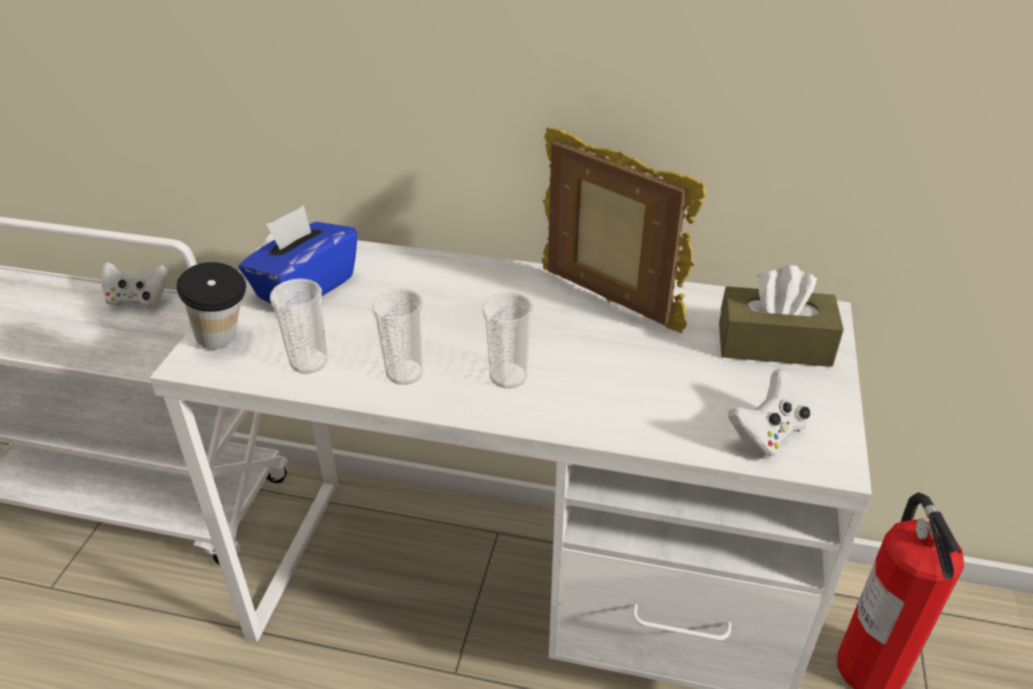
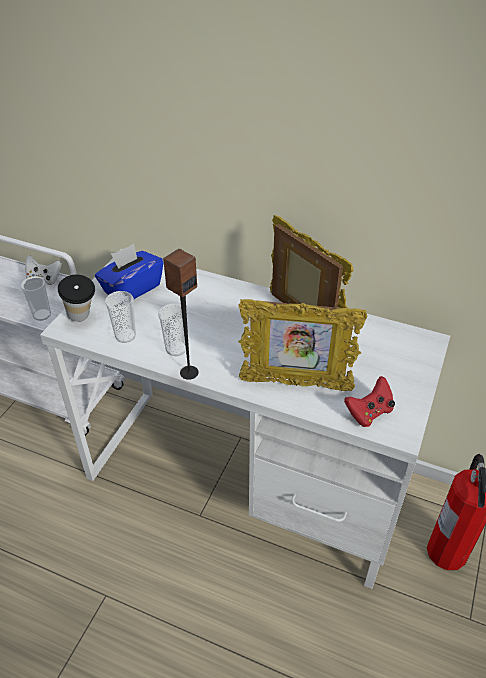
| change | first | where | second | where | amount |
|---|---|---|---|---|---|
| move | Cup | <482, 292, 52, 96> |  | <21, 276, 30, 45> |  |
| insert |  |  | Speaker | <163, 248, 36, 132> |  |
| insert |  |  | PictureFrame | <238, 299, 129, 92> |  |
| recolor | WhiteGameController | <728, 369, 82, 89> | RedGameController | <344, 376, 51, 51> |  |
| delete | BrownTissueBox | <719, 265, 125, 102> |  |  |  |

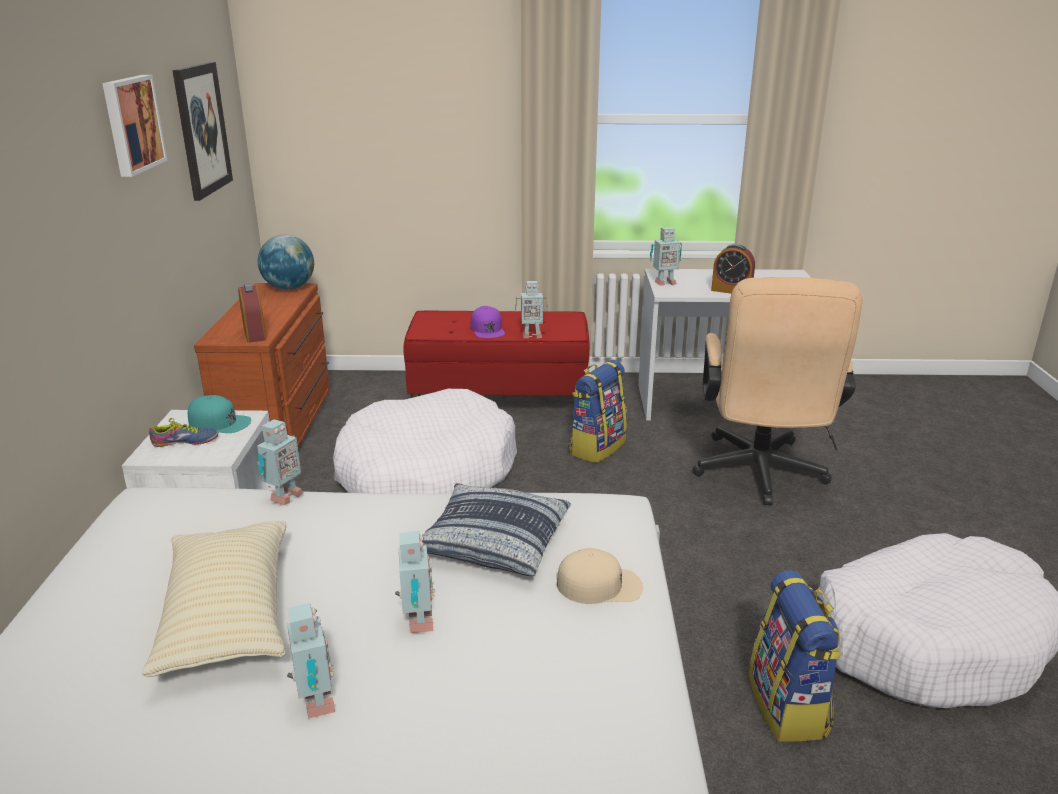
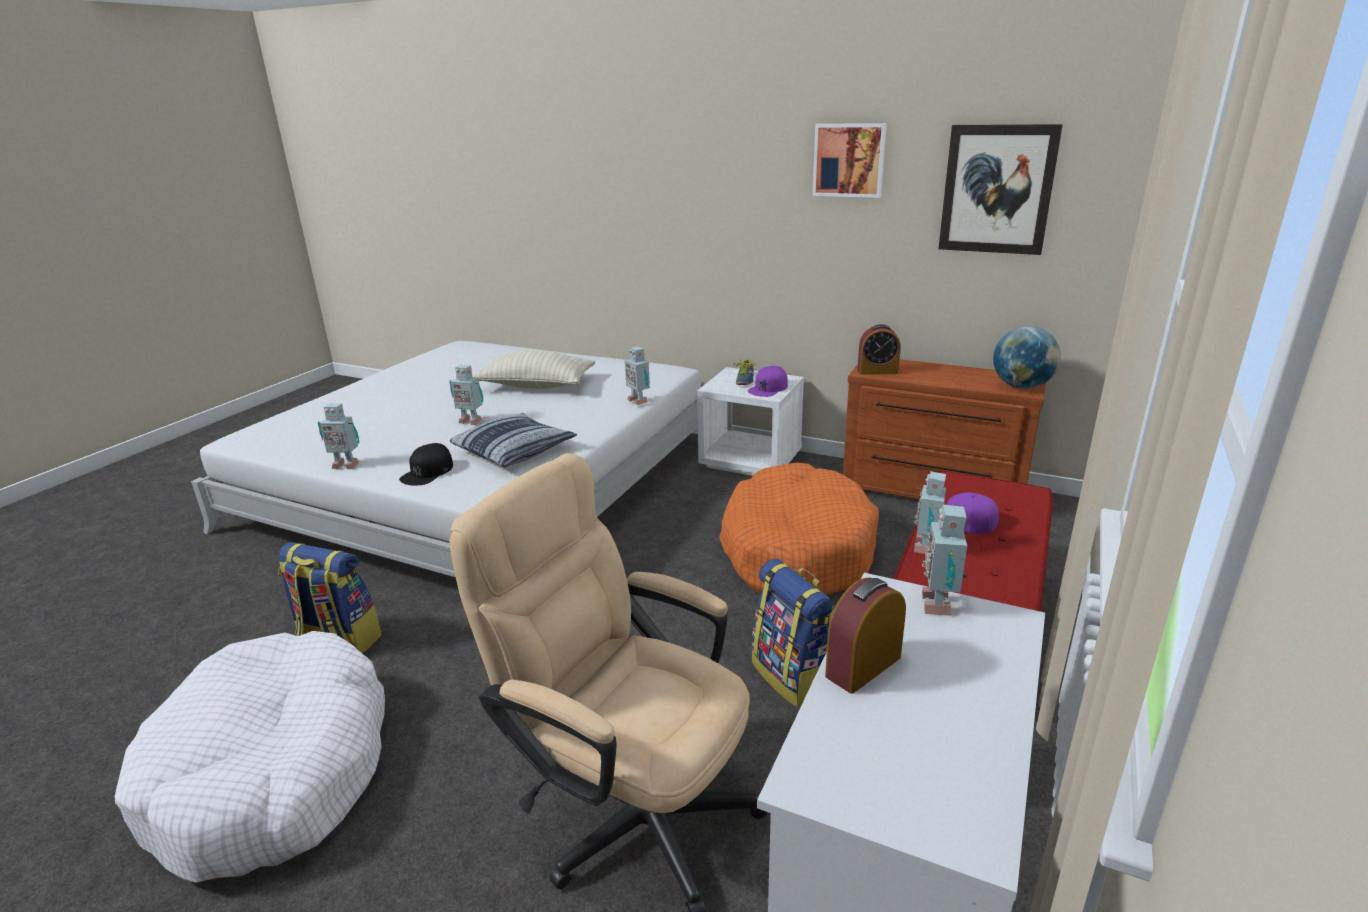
| change | first | where | second | where | amount |
|---|---|---|---|---|---|
| move | ToyRobot | <287, 603, 48, 116> |  | <318, 403, 41, 66> |  |
| recolor | BeigeCap | <557, 548, 86, 56> | BlackCap | <399, 443, 54, 42> |  |
| recolor | WhiteDogBed | <333, 389, 184, 105> | OrangeDogBed | <719, 462, 160, 133> |  |
| recolor | TurquoiseCap | <188, 395, 63, 38> | PurpleCap | <747, 366, 41, 31> |  |

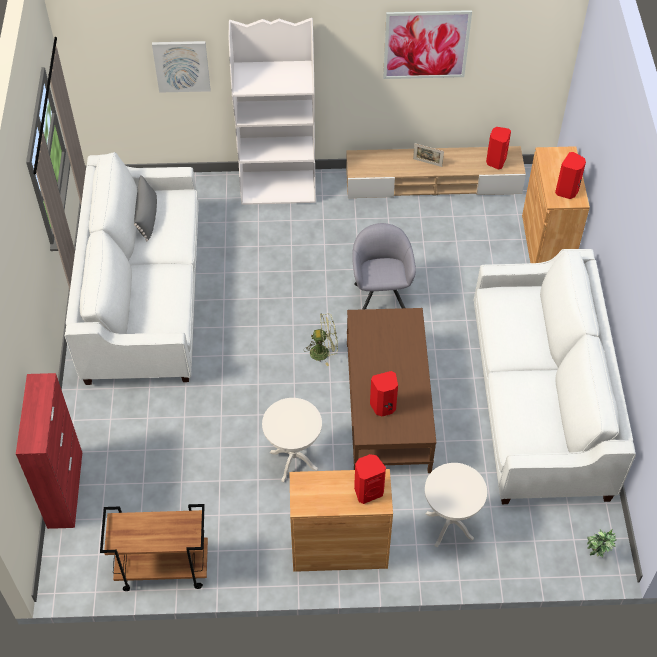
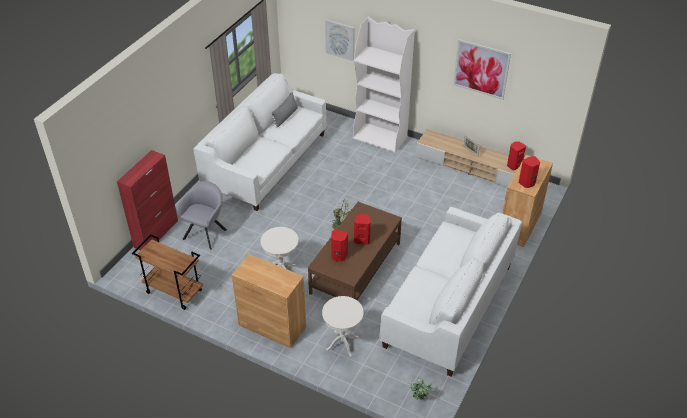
| change | first | where | second | where | amount |
|---|---|---|---|---|---|
| move | GreyArmchair | <352, 223, 64, 86> |  | <177, 181, 50, 69> |  |
| move | RedSpeaker | <354, 454, 32, 50> |  | <354, 214, 17, 31> |  |

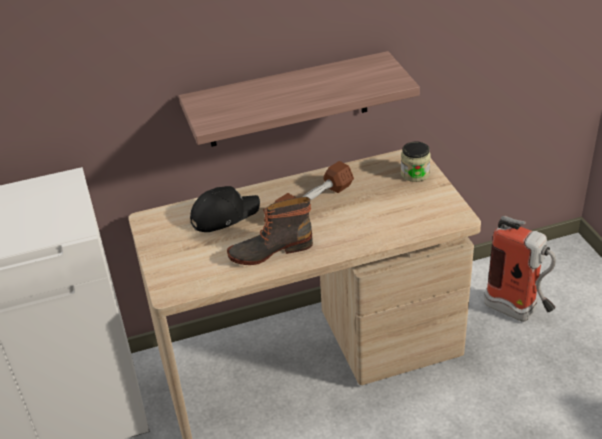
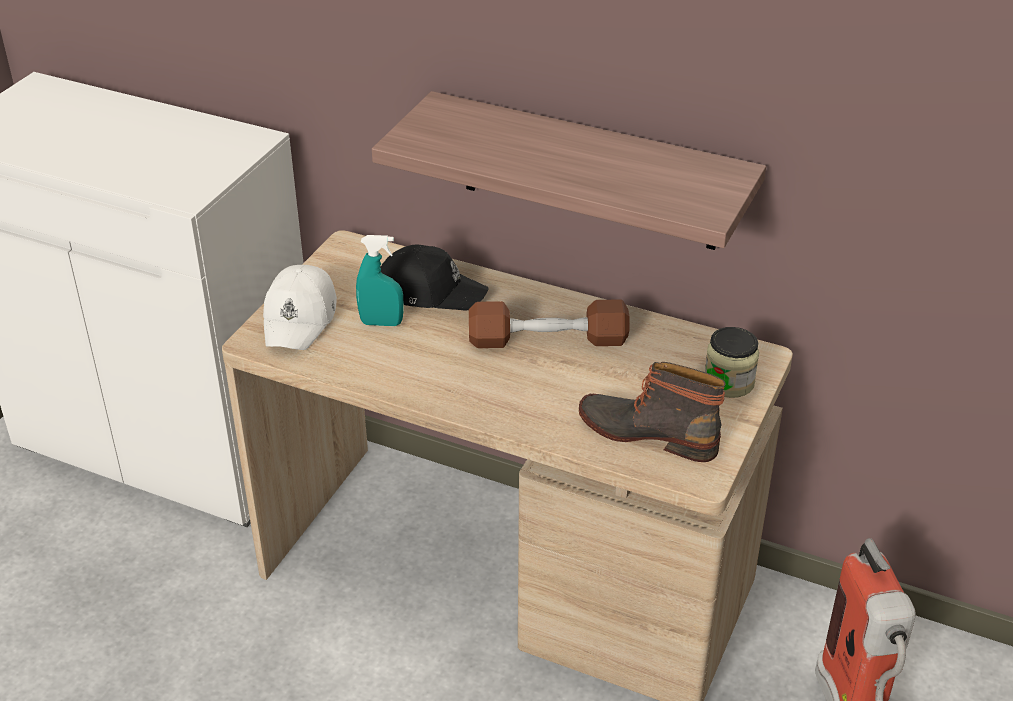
| change | first | where | second | where | amount |
|---|---|---|---|---|---|
| insert |  |  | WhiteCap | <263, 265, 74, 85> |  |
| insert |  |  | TurquoiseSprayBottle | <356, 235, 48, 91> |  |
| move | Boot | <227, 197, 86, 68> |  | <579, 362, 146, 100> |  |

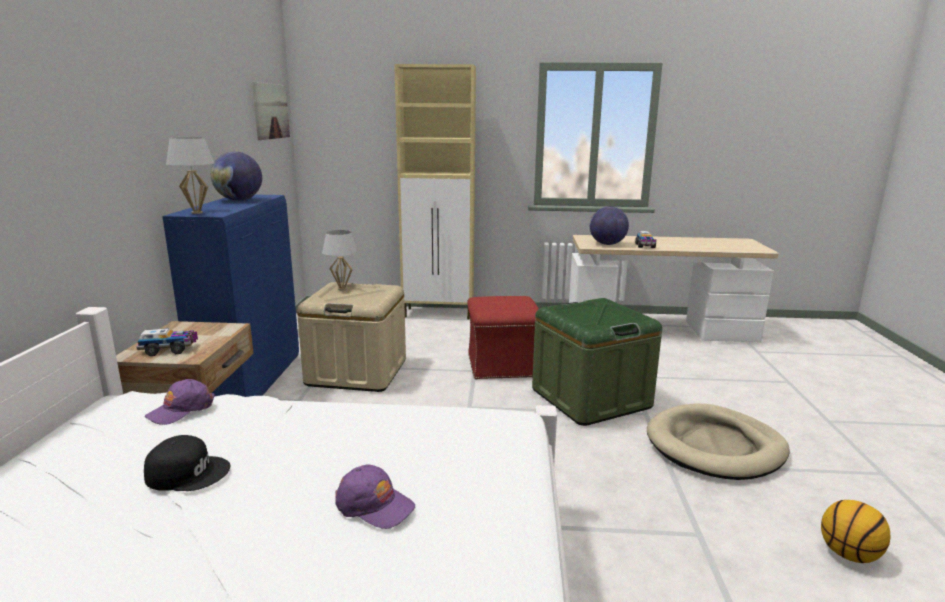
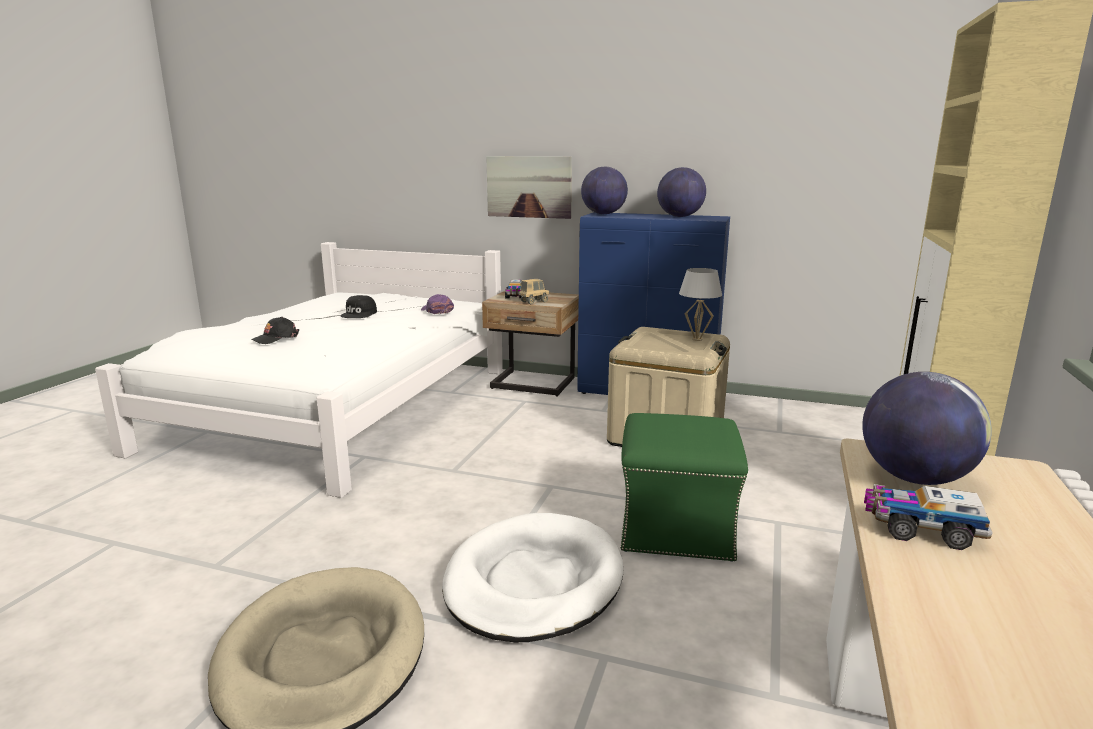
| change | first | where | second | where | amount |
|---|---|---|---|---|---|
| recolor | PurpleCap | <335, 464, 80, 65> | BlackCap | <251, 317, 48, 27> |  |
| replace | GreenStorageBox | <532, 298, 130, 128> | WhiteDogBed | <442, 513, 182, 129> |  |
| move | Picture | <252, 82, 38, 58> |  | <486, 156, 86, 63> |  |
| insert |  |  | ToyTruck | <519, 279, 31, 25> |  |
| replace | WhiteTableLamp | <166, 137, 48, 77> | Globe | <581, 167, 47, 47> |  |
| recolor | RedOttoman | <467, 296, 72, 83> | GreenOttoman | <620, 413, 128, 149> |  |
| delete | Basketball | <821, 500, 69, 63> |  |  |  |

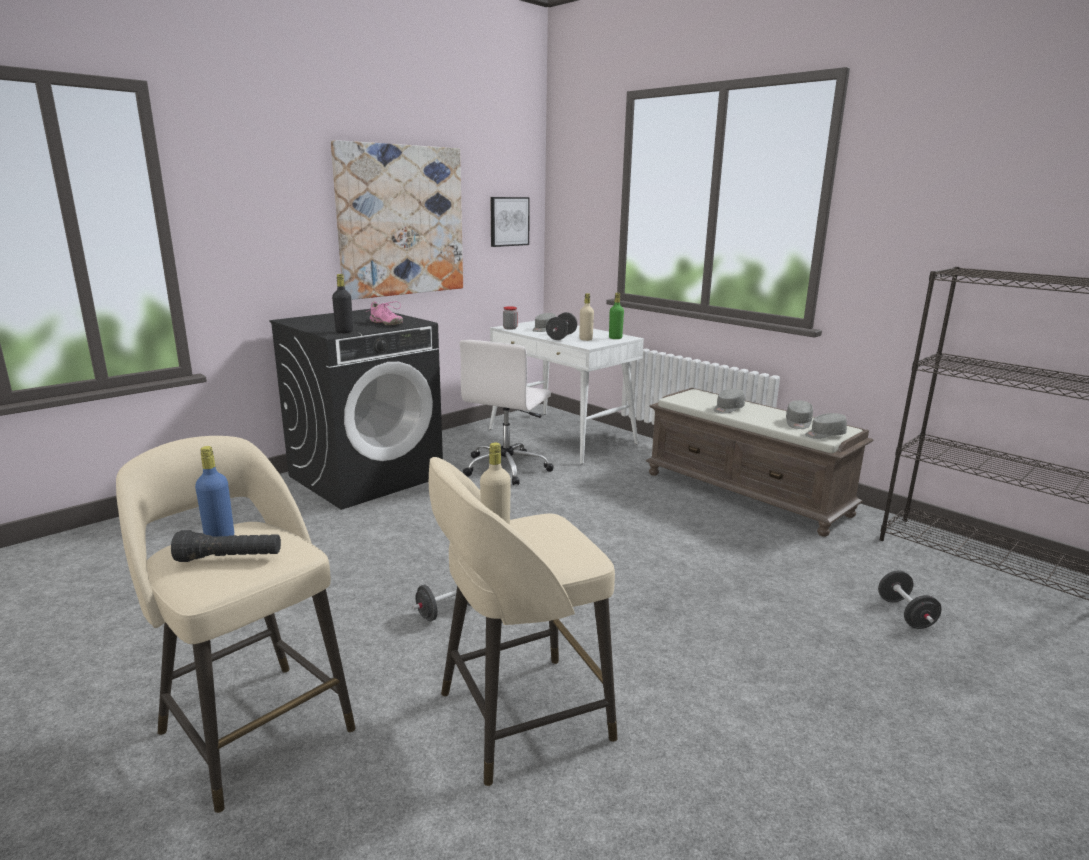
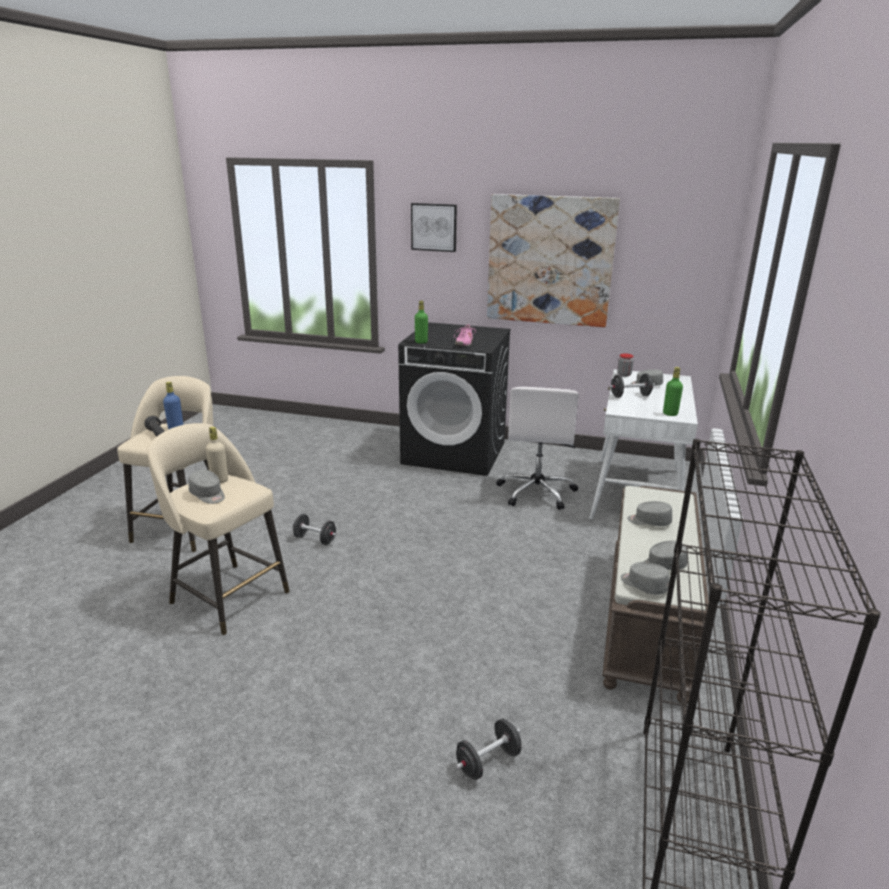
| change | first | where | second | where | amount |
|---|---|---|---|---|---|
| insert |  |  | GreyCap | <189, 470, 36, 34> |  |
| move | Picture | <490, 197, 40, 50> |  | <411, 203, 46, 49> |  |
| recolor | BlackBottle | <332, 274, 21, 59> | GreenBottle | <415, 301, 13, 43> |  |
| rotate | WhiteOfficeChair | <460, 340, 94, 145> |  | <496, 387, 82, 123> | 75 degrees counterclockwise |
| delete | BeigeBottle | <579, 293, 15, 48> |  |  |  |

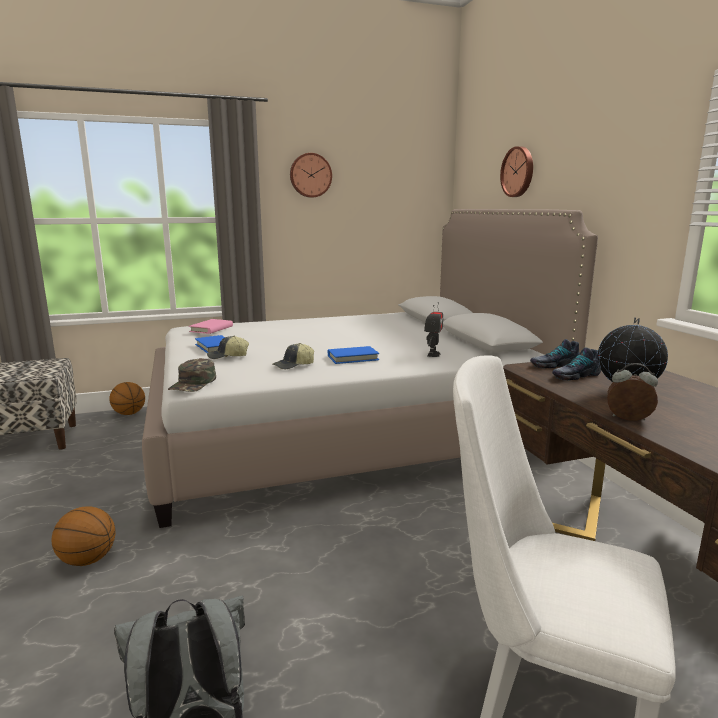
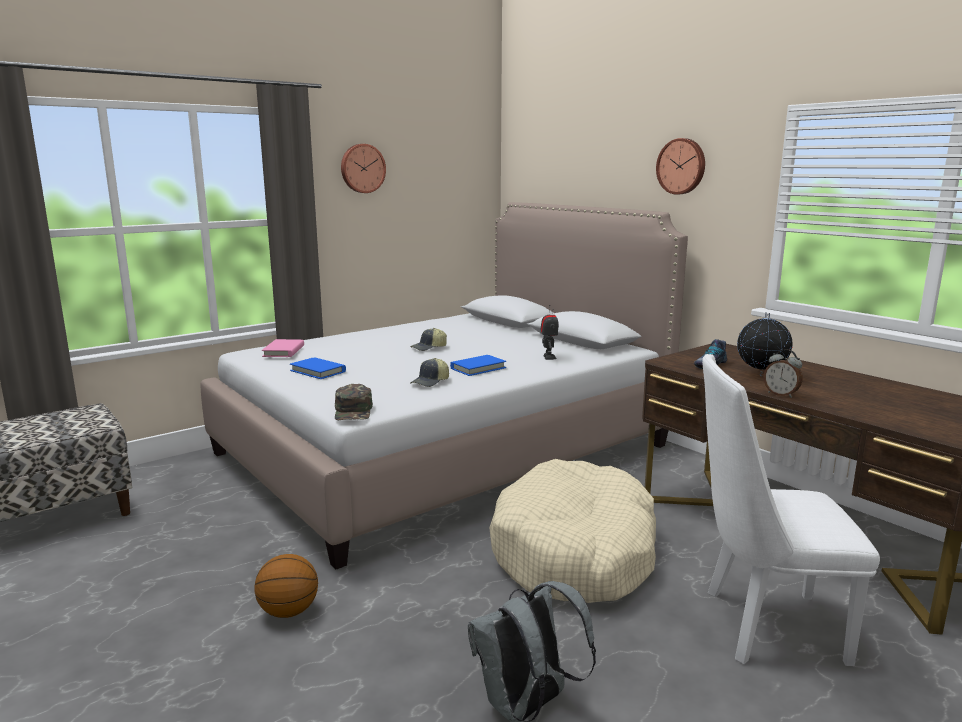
| change | first | where | second | where | amount |
|---|---|---|---|---|---|
| move | Cap | <207, 336, 42, 23> |  | <410, 328, 37, 23> |  |
| insert |  |  | BeigeDogBed | <489, 459, 167, 144> |  |
| move | WallClock | <500, 146, 33, 51> |  | <656, 138, 49, 57> |  |
| rotate | AlarmClock | <607, 363, 51, 58> |  | <764, 349, 39, 49> | 135 degrees counterclockwise |
| delete | Basketball | <109, 382, 36, 33> |  |  |  |
| delete | Shoe | <530, 339, 50, 29> |  |  |  |

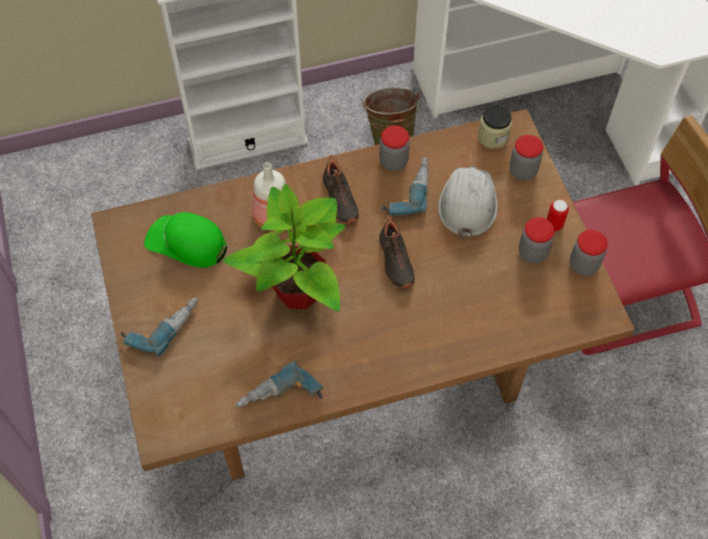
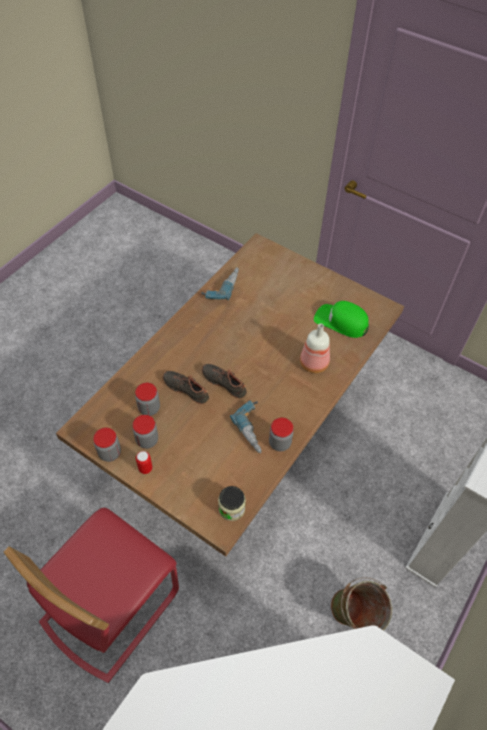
| change | first | where | second | where | amount |
|---|---|---|---|---|---|
| move | Jar | <510, 135, 33, 45> |  | <135, 383, 25, 33> |  |
| move | BlackShoe | <323, 155, 36, 69> |  | <163, 371, 46, 33> |  |
| rotate | GreenCap | <144, 212, 83, 56> |  | <314, 301, 55, 37> | 135 degrees counterclockwise |
| delete | PowerDrill | <120, 297, 78, 60> |  |  |  |
| delete | PottedPlant | <223, 184, 123, 127> |  |  |  |
| delete | WhiteHardHat | <438, 166, 59, 73> |  |  |  |

